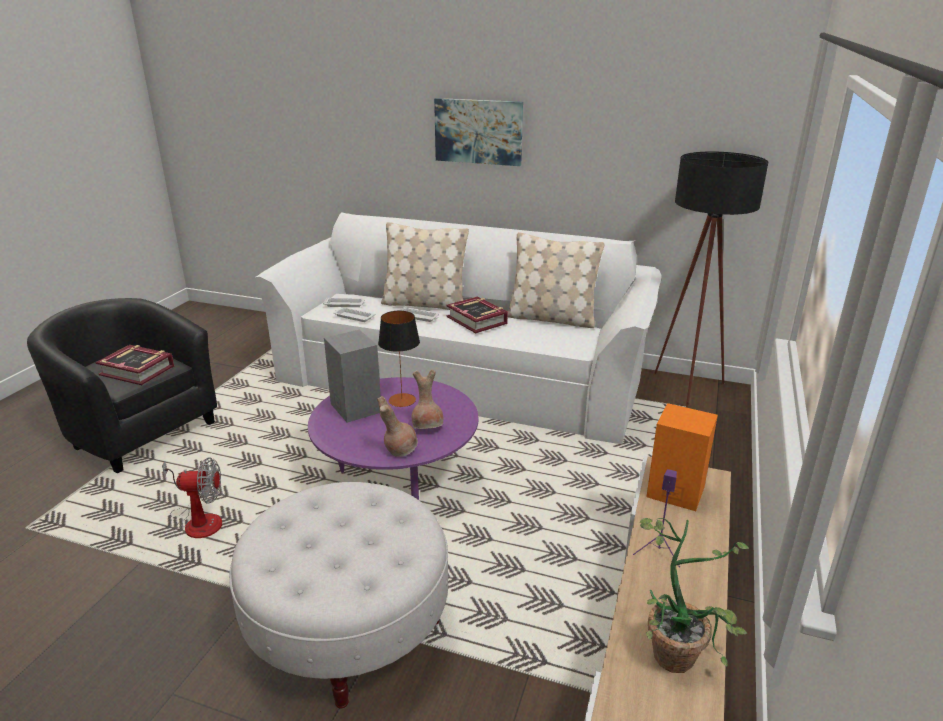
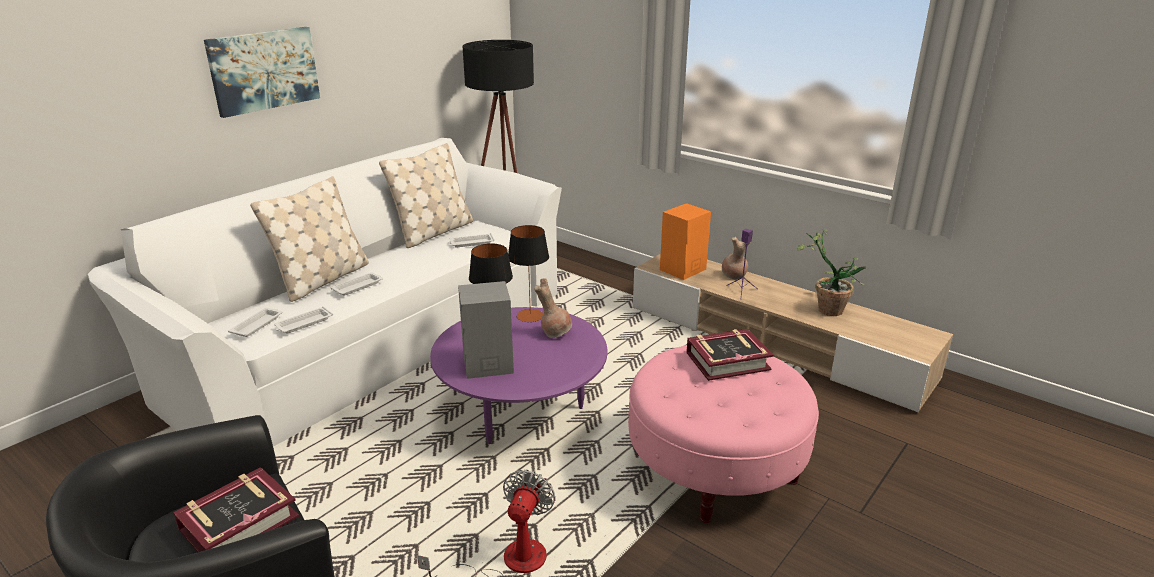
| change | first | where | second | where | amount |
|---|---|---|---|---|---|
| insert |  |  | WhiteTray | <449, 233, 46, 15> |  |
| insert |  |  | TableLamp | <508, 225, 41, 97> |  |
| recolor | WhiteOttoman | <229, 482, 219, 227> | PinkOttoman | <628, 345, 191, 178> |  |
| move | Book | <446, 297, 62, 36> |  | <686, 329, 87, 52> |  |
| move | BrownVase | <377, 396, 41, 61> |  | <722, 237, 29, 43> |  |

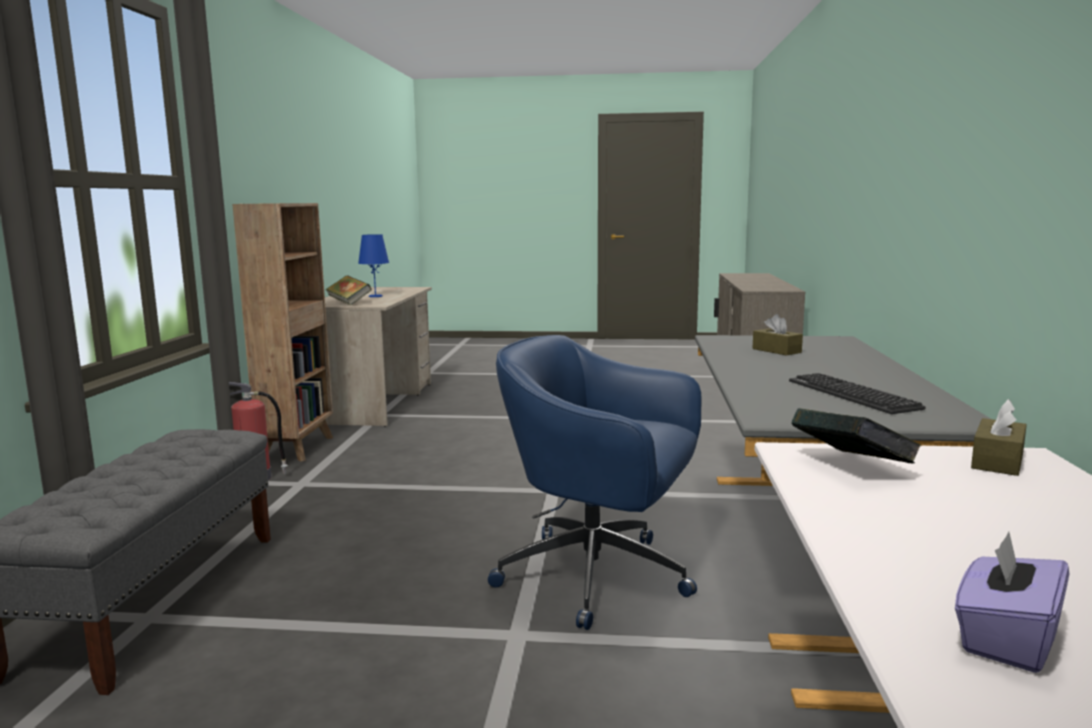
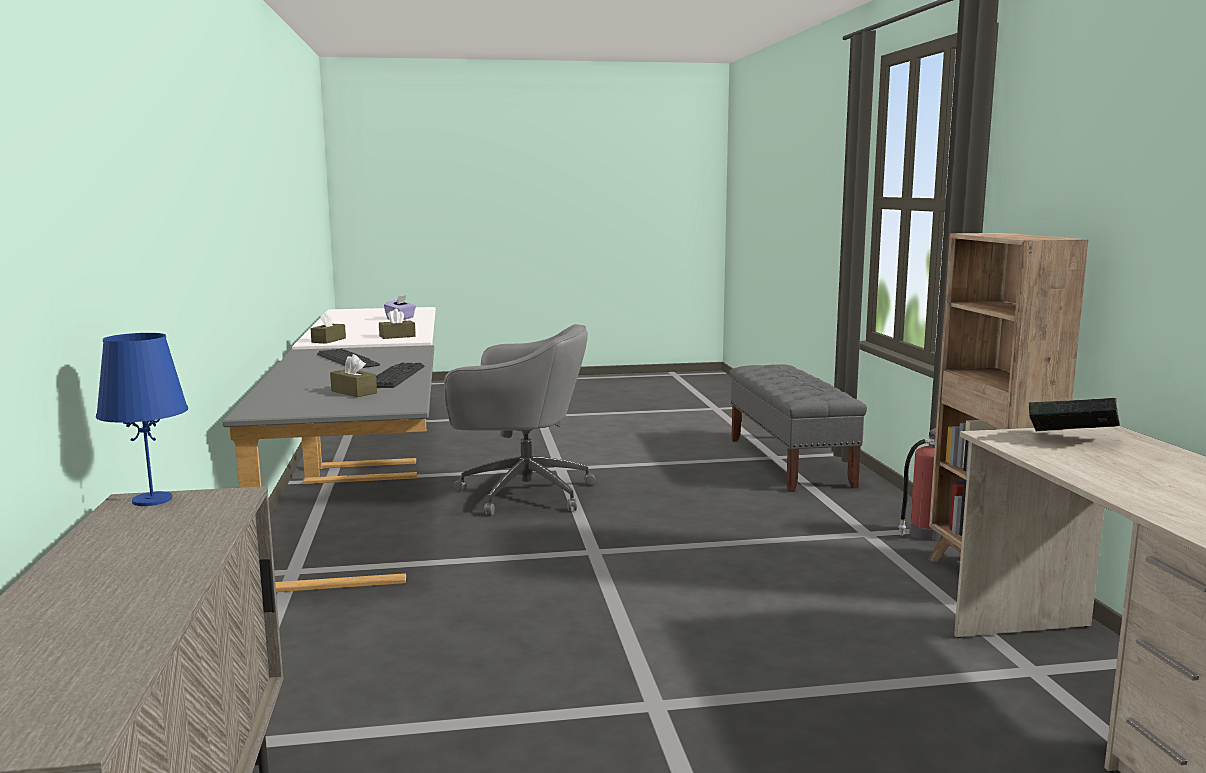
| change | first | where | second | where | amount |
|---|---|---|---|---|---|
| move | BlueTableLamp | <358, 234, 31, 63> |  | <96, 333, 92, 173> |  |
| insert |  |  | Keyboard | <376, 363, 48, 25> |  |
| replace | Book | <791, 408, 130, 56> | BrownTissueBox | <379, 309, 37, 30> |  |
| recolor | BlueOfficeChair | <488, 335, 214, 295> | GreyOfficeChair | <444, 324, 152, 192> |  |

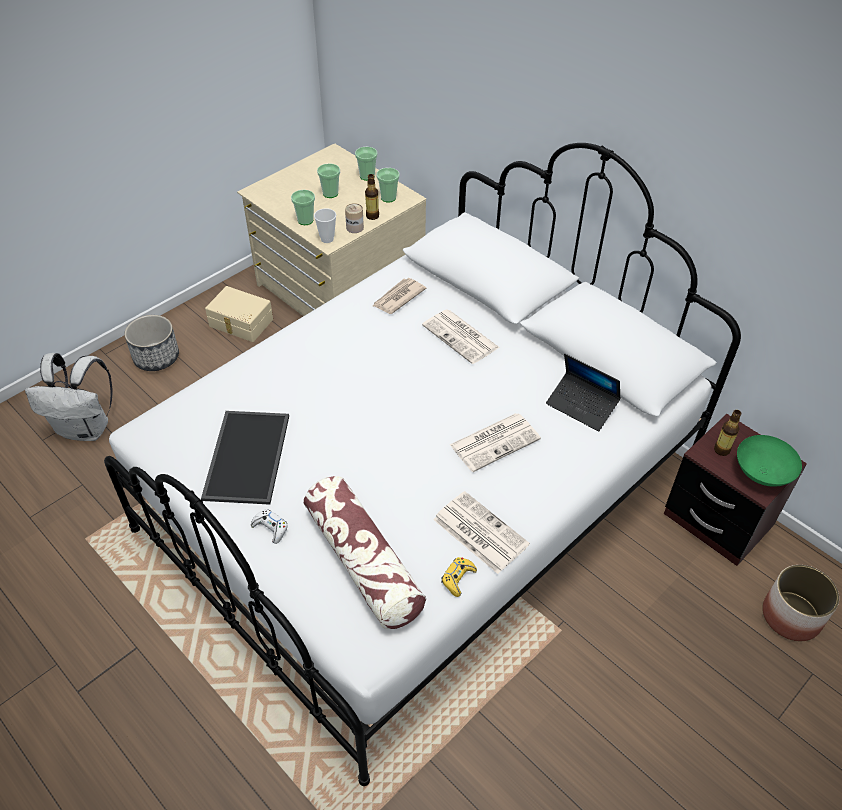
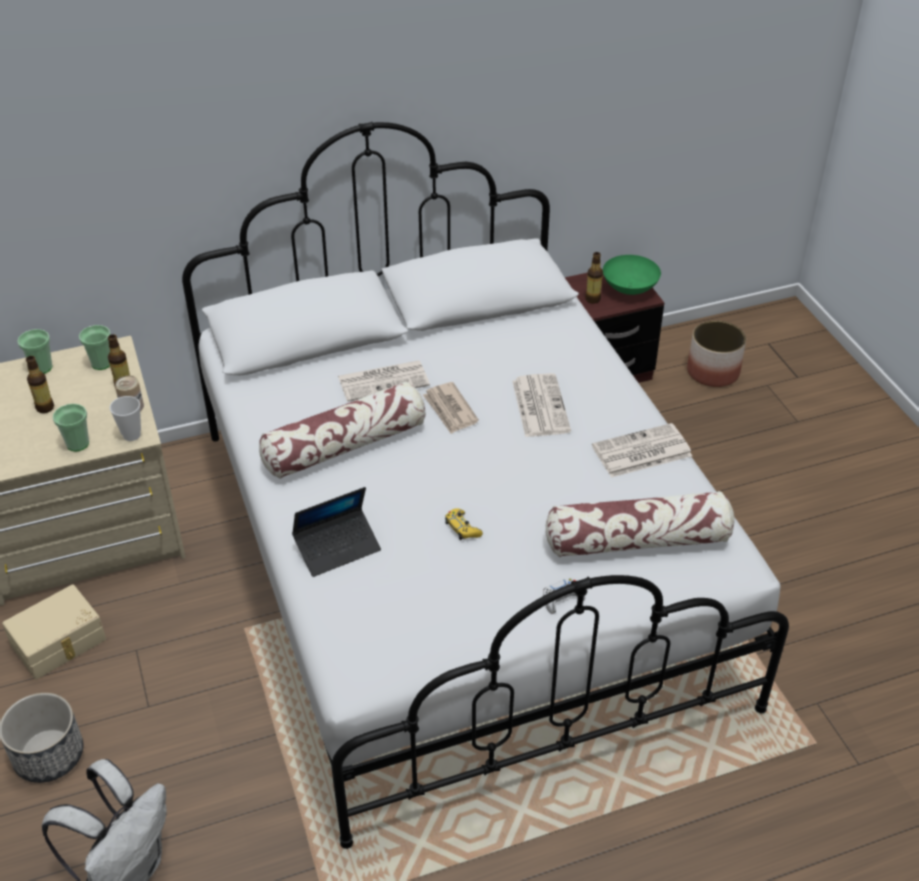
| change | first | where | second | where | amount |
|---|---|---|---|---|---|
| replace | Cup | <317, 163, 23, 35> | Bottle | <26, 356, 28, 57> |  |
| insert |  |  | Pillow | <259, 382, 166, 97> |  |
| move | Laptop | <546, 354, 75, 77> |  | <292, 487, 89, 90> |  |
| move | Newspaper | <373, 278, 53, 36> |  | <423, 382, 56, 52> |  |
| move | YellowGameController | <441, 557, 36, 40> |  | <445, 508, 38, 32> |  |
| delete | Tray | <201, 411, 88, 94> |  |  |  |

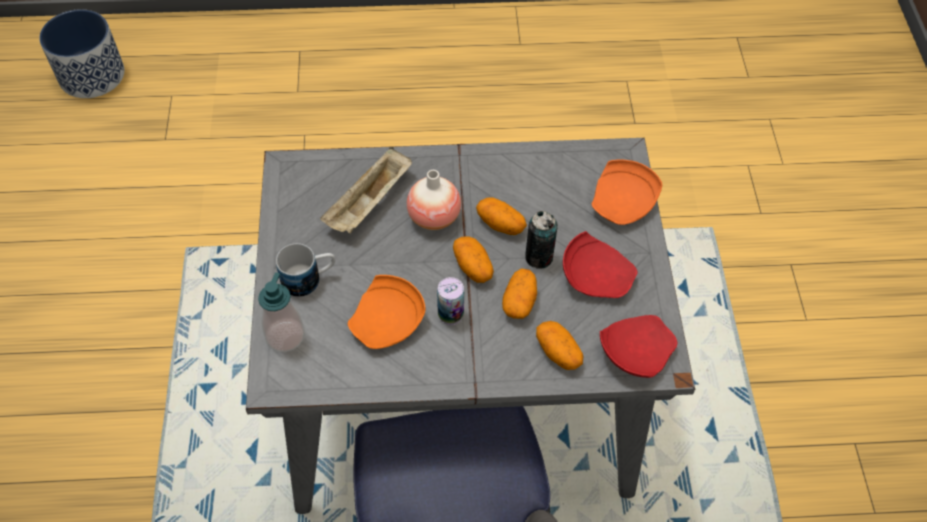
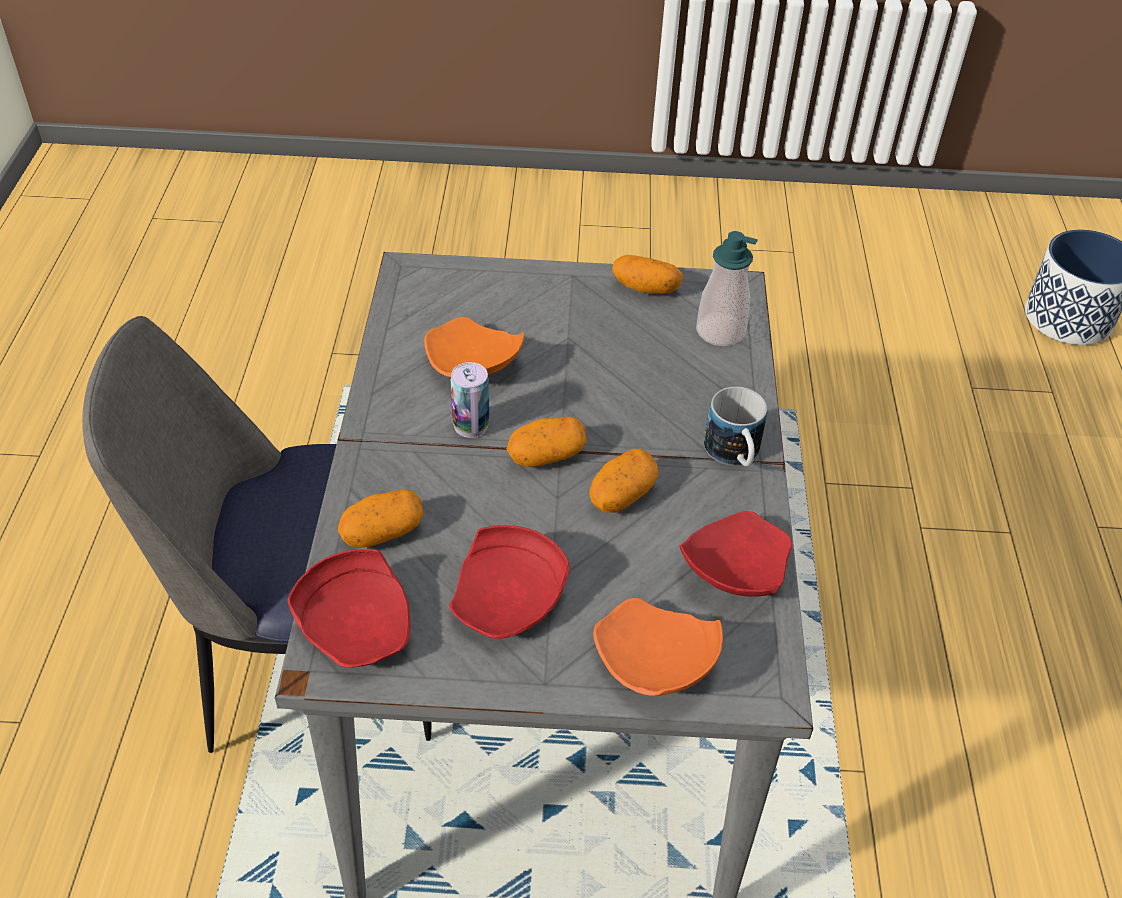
| change | first | where | second | where | amount |
|---|---|---|---|---|---|
| move | Potato | <502, 268, 35, 51> |  | <612, 255, 71, 39> |  |
| insert |  |  | RedPlate | <679, 511, 113, 86> |  |
| move | SoapDispenser | <258, 272, 47, 80> |  | <696, 231, 62, 115> |  |
| move | Mug | <276, 243, 59, 54> |  | <704, 387, 63, 80> |  |
| delete | BeigeTray | <320, 147, 92, 86> |  |  |  |
| delete | Vase | <407, 170, 54, 60> |  |  |  |
| delete | Can | <525, 211, 33, 58> |  |  |  |

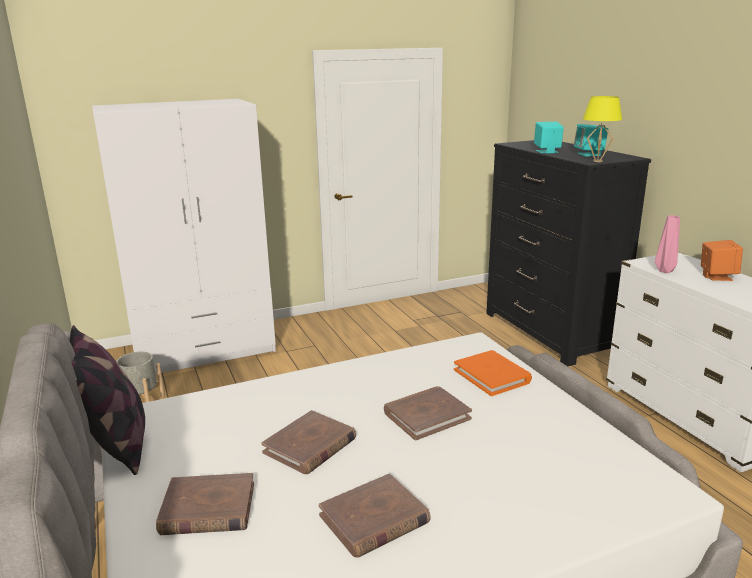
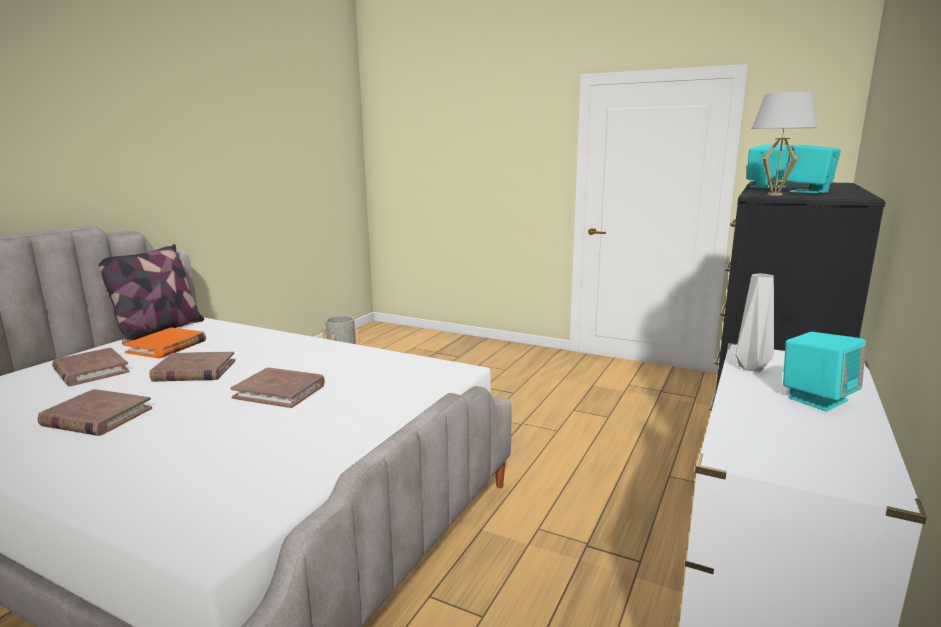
| change | first | where | second | where | amount |
|---|---|---|---|---|---|
| move | OrangeBook | <454, 350, 78, 46> |  | <123, 327, 83, 31> |  |
| recolor | PinkVase | <655, 215, 25, 58> | GreyVase | <736, 273, 38, 98> |  |
| recolor | YellowTableLamp | <583, 96, 39, 66> | WhiteTableLamp | <752, 92, 66, 104> |  |
| recolor | OrangeSpeaker | <701, 240, 42, 41> | TurquoiseSpeaker | <783, 332, 83, 79> |  |
| delete | WhiteWardrobe | <92, 99, 184, 275> |  |  |  |

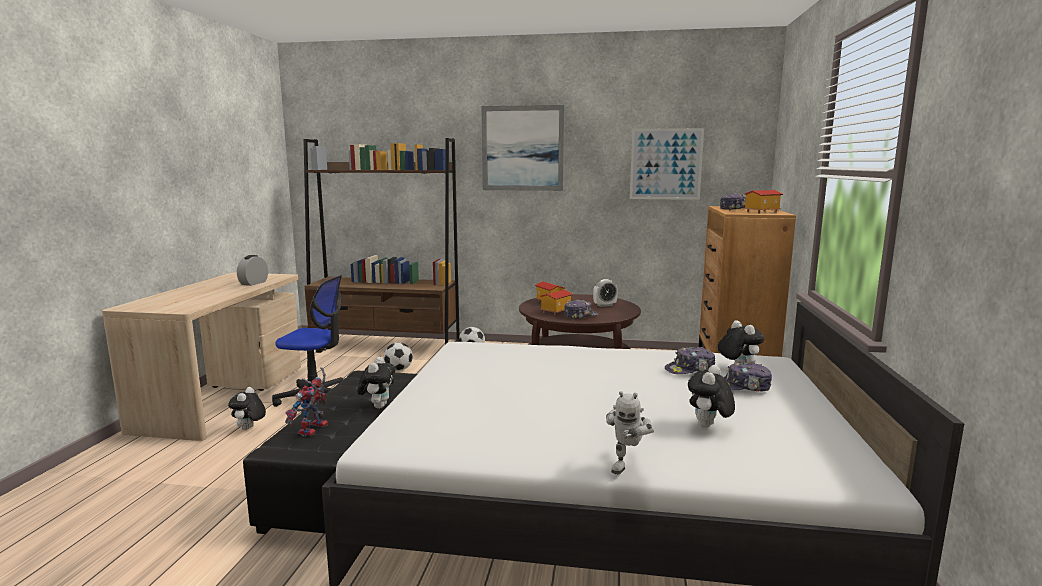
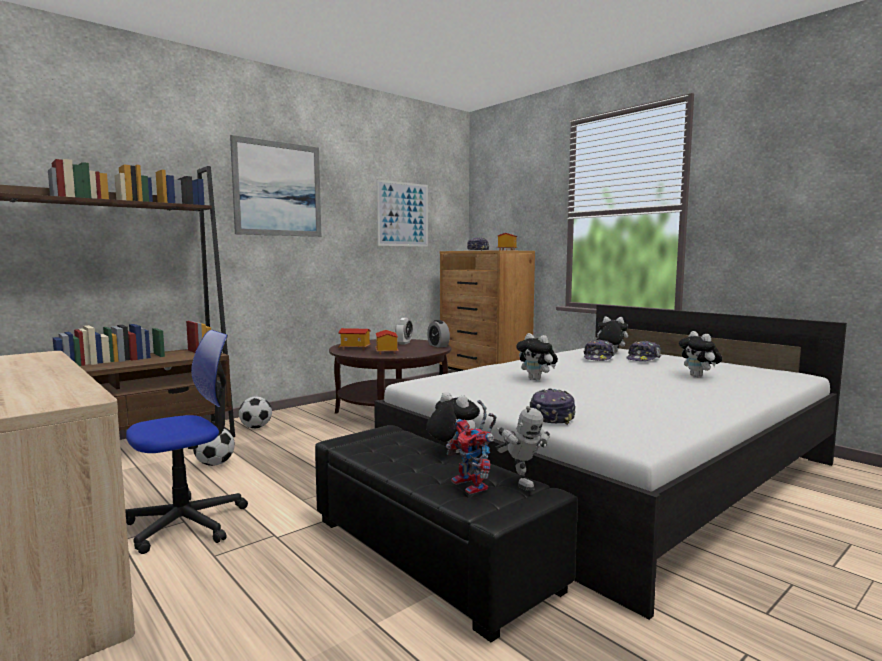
| change | first | where | second | where | amount |
|---|---|---|---|---|---|
| move | AlarmClock | <237, 255, 31, 31> |  | <427, 320, 23, 28> |  |
| move | ToyRobot | <606, 391, 48, 83> |  | <496, 404, 54, 87> |  |
| move | PlushToy | <228, 387, 38, 43> |  | <516, 333, 42, 47> |  |
| move | Cap | <564, 300, 35, 20> |  | <530, 389, 46, 36> |  |

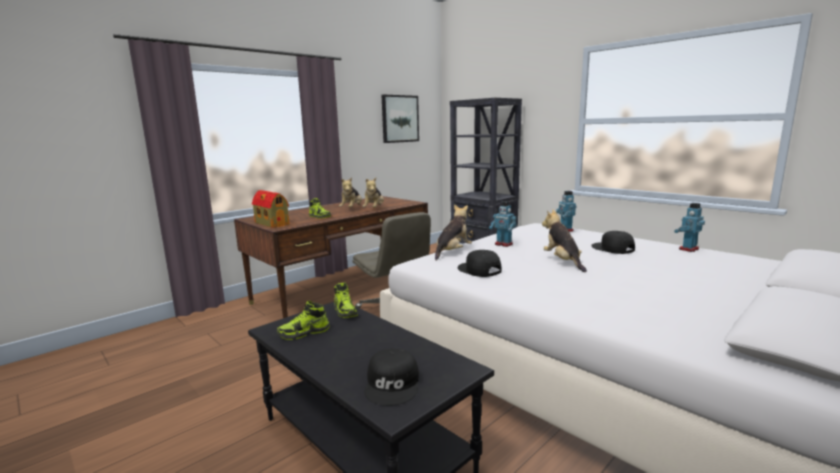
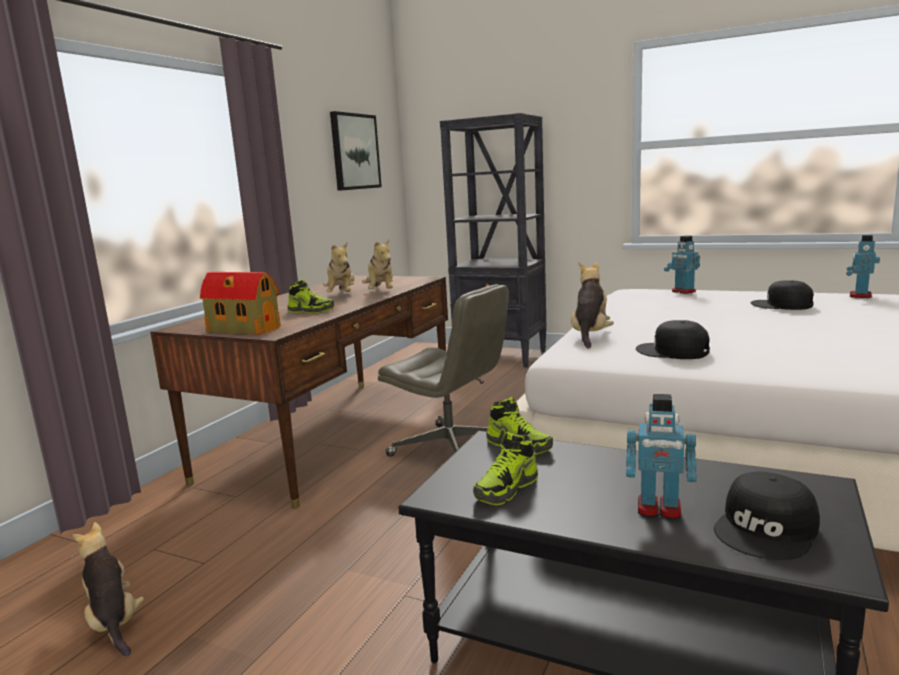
| change | first | where | second | where | amount |
|---|---|---|---|---|---|
| move | PlushToy | <542, 209, 45, 63> |  | <72, 522, 72, 134> |  |
| move | ToyRobot | <489, 201, 28, 46> |  | <626, 394, 71, 125> |  |
| rotate | BlackCap | <365, 349, 54, 57> |  | <714, 471, 106, 89> | 60 degrees clockwise |

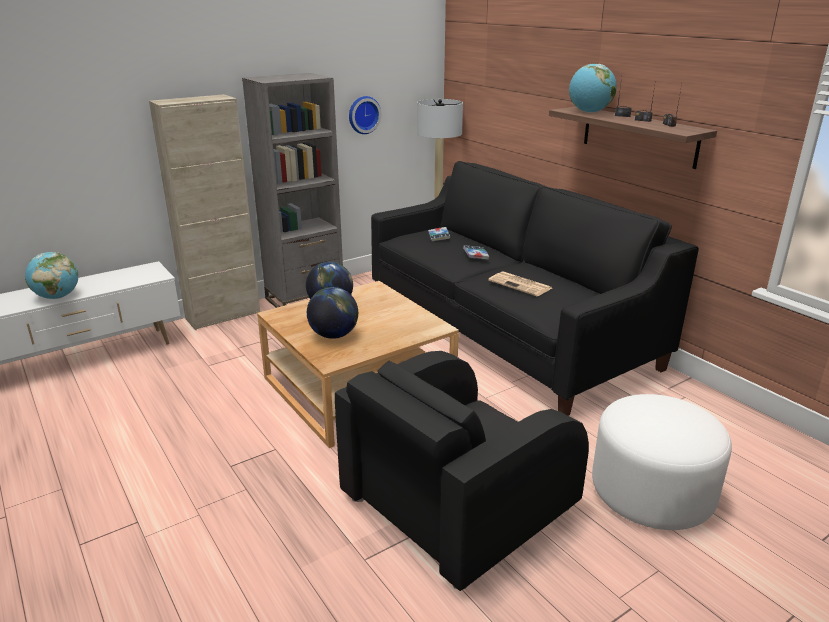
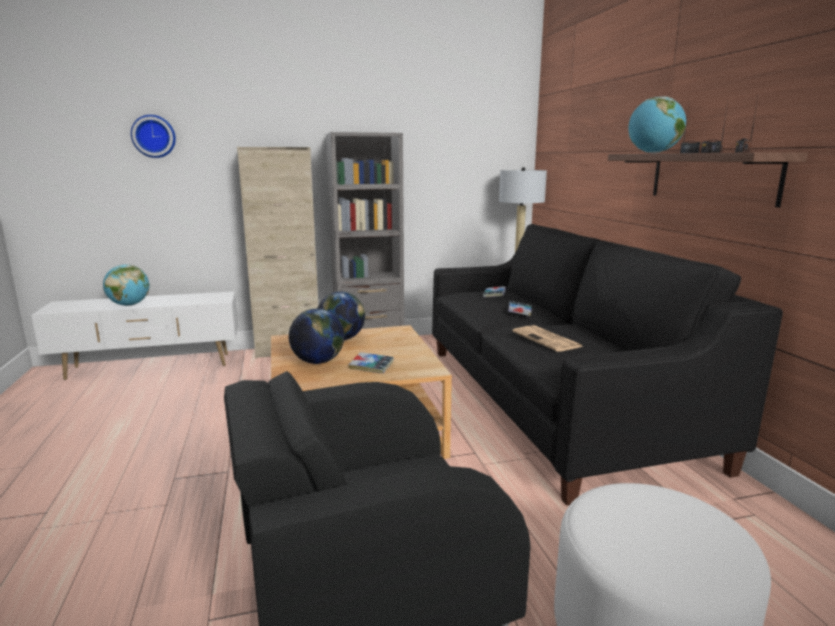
| change | first | where | second | where | amount |
|---|---|---|---|---|---|
| move | WallClock | <349, 96, 32, 38> |  | <131, 115, 45, 43> |  |
| insert |  |  | Book | <349, 352, 45, 22> |  |

